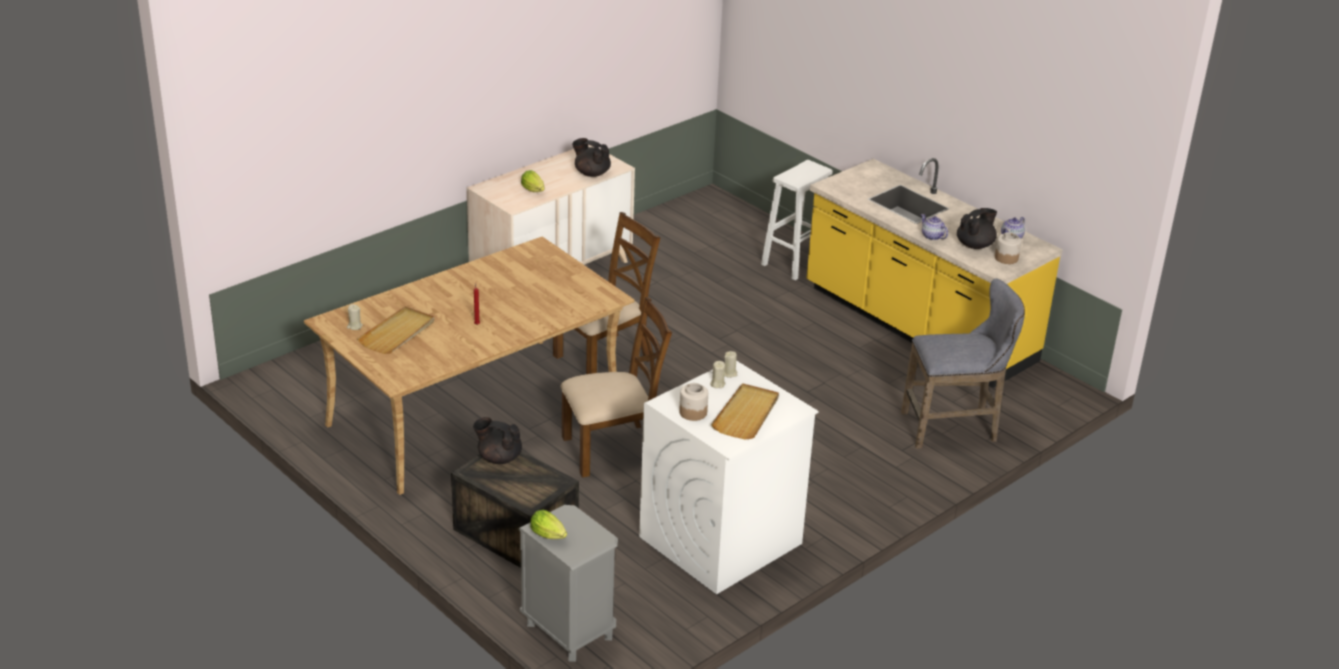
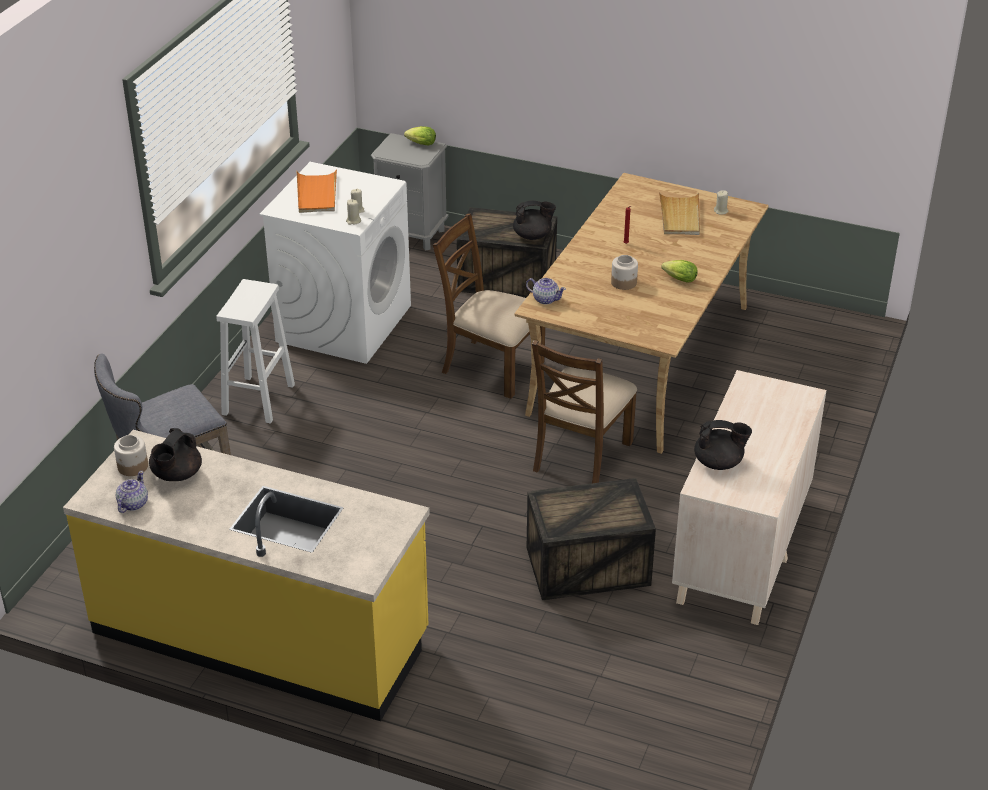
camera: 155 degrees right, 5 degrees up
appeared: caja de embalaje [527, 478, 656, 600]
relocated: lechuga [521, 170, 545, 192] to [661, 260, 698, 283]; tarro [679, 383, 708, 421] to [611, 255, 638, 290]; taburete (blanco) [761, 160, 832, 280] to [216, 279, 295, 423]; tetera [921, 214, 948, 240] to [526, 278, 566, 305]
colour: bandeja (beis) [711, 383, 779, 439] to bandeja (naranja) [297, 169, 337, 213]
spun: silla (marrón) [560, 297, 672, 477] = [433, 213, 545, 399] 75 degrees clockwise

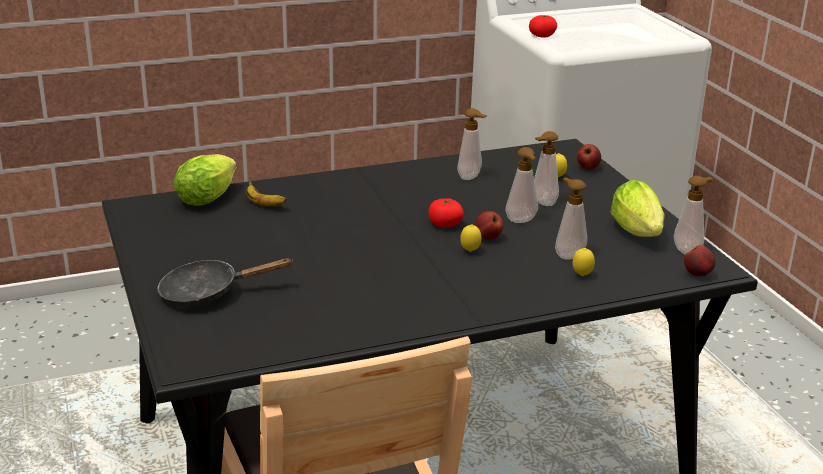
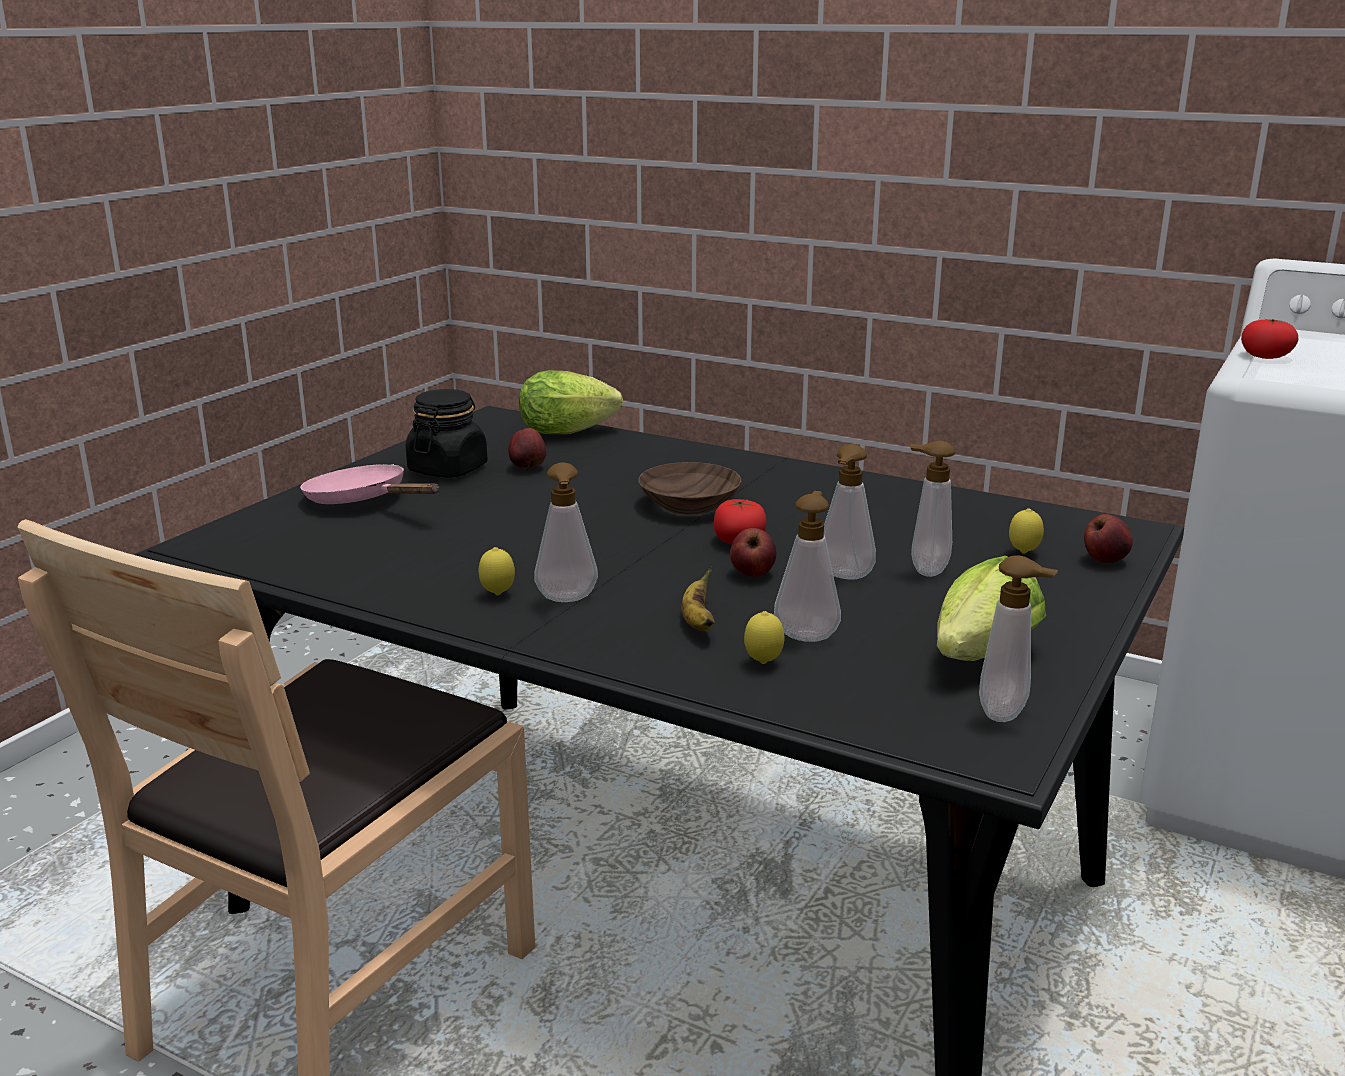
camera: 50 degrees right, 5 degrees down
appeared: tarro (negro) [405, 389, 488, 478]; cuenco (marrón) [638, 462, 741, 514]
relocated: plátano [246, 177, 287, 207] to [681, 566, 715, 631]; dispensador de jabón [457, 108, 487, 180] to [534, 462, 598, 602]; limón [460, 224, 482, 252] to [479, 547, 515, 595]; manzana [684, 245, 715, 277] to [508, 428, 546, 470]
colour: sartén (negro) [157, 258, 293, 307] to sartén (rosa) [300, 464, 439, 504]

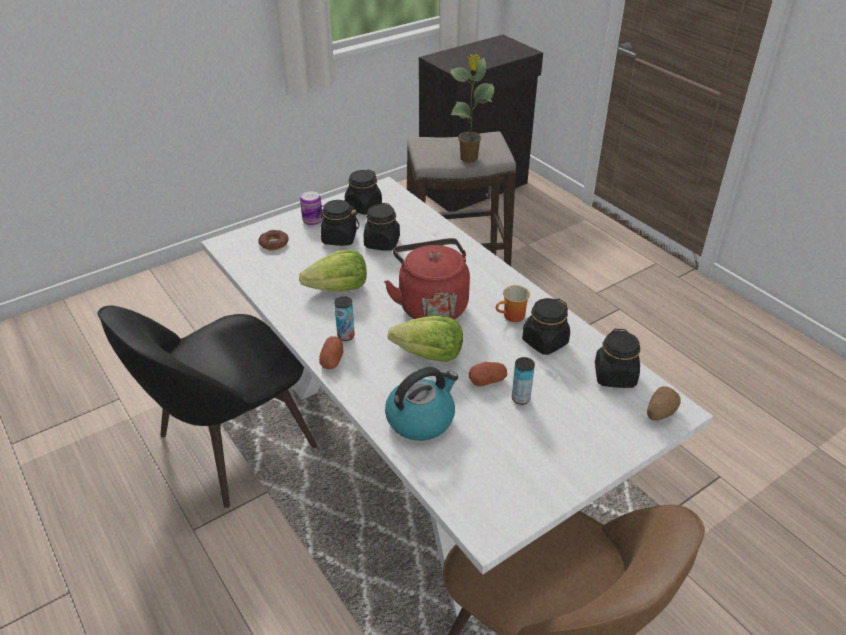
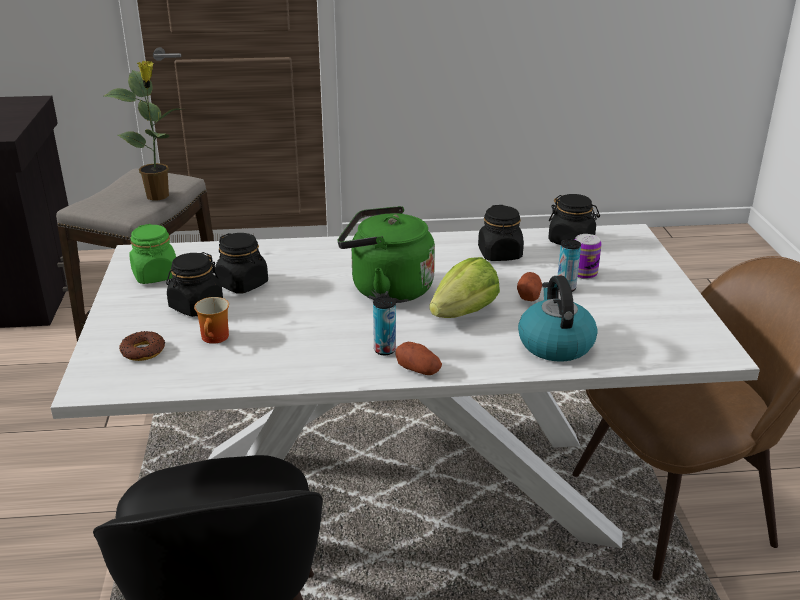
camera: 60 degrees left, 10 degrees down
missing: lechuga [299, 250, 367, 291]; patata [647, 386, 681, 421]
relocated: lata [300, 191, 323, 226] to [575, 234, 602, 279]; taza grande [496, 285, 530, 322] to [194, 297, 229, 344]
colour: tarro (negro) [345, 169, 382, 215] to tarro (verde) [129, 224, 176, 284]; hervidor (rojo) [384, 238, 470, 319] to hervidor (verde) [337, 206, 435, 303]

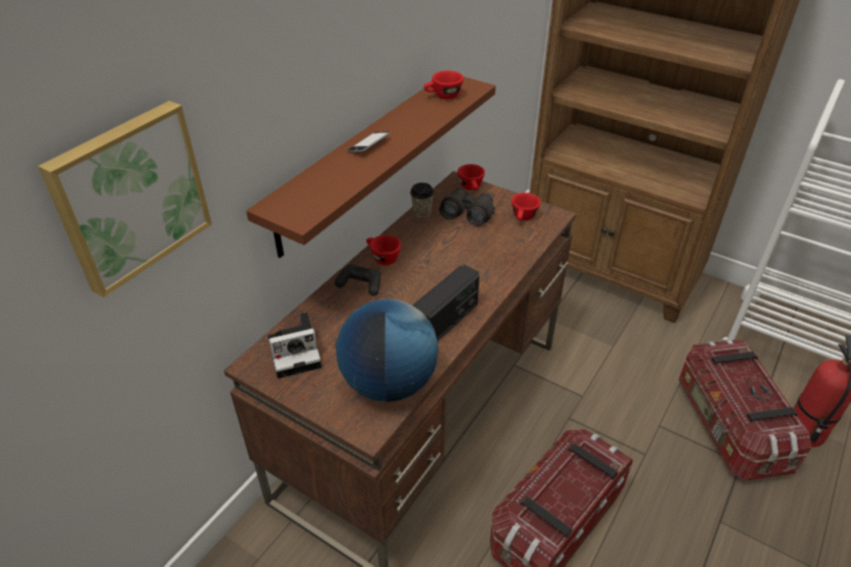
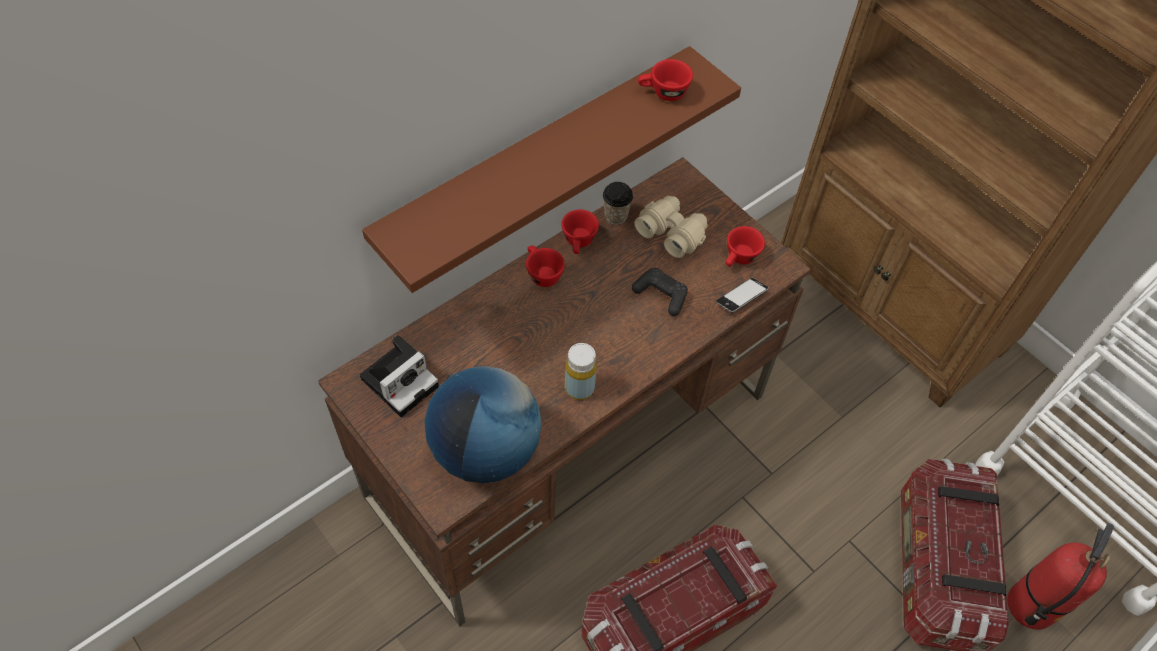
camera: 15 degrees right, 15 degrees up
missing: cuadro [38, 101, 212, 298]
relocated: mando de consola (negro) [335, 264, 381, 296] to [632, 268, 688, 316]; móvil [347, 132, 390, 152] to [716, 278, 768, 313]; taza (rojo) [458, 164, 485, 190] to [561, 210, 599, 254]
exchanged: radio [412, 265, 479, 341] to botella (amarillo) [565, 343, 597, 400]
colour: prismáticos (negro) [439, 188, 495, 226] to prismáticos (beis) [634, 196, 708, 258]
spun: cámara [268, 312, 322, 379] = [360, 335, 439, 417] 45 degrees counterclockwise

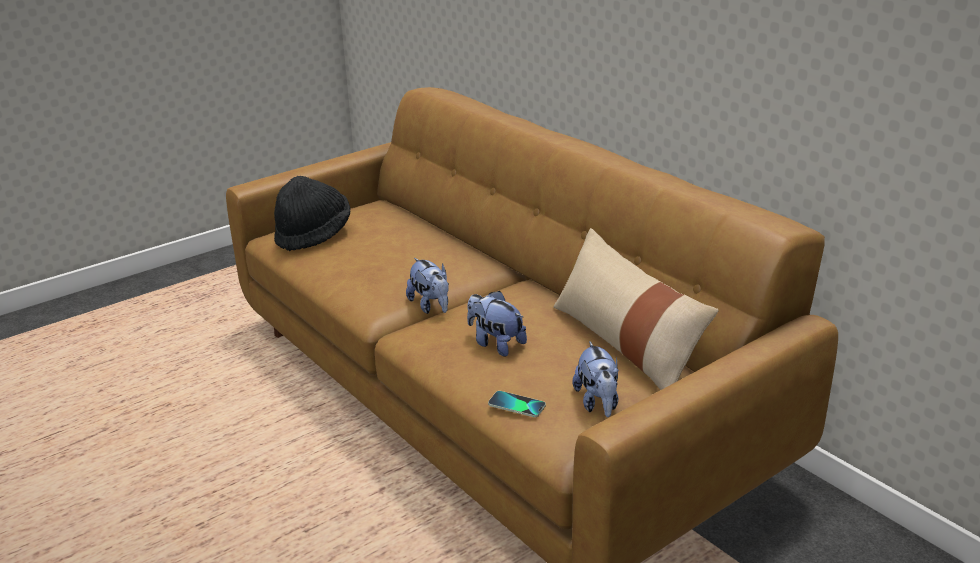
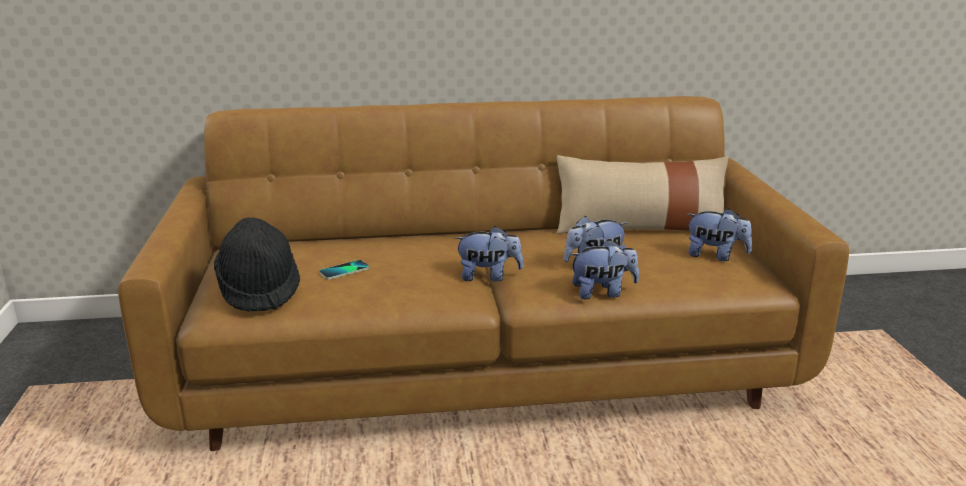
camera: 60 degrees left, 5 degrees down
appeared: peluche [569, 239, 639, 299]
relocated: móvil [488, 391, 546, 417] to [319, 260, 369, 280]

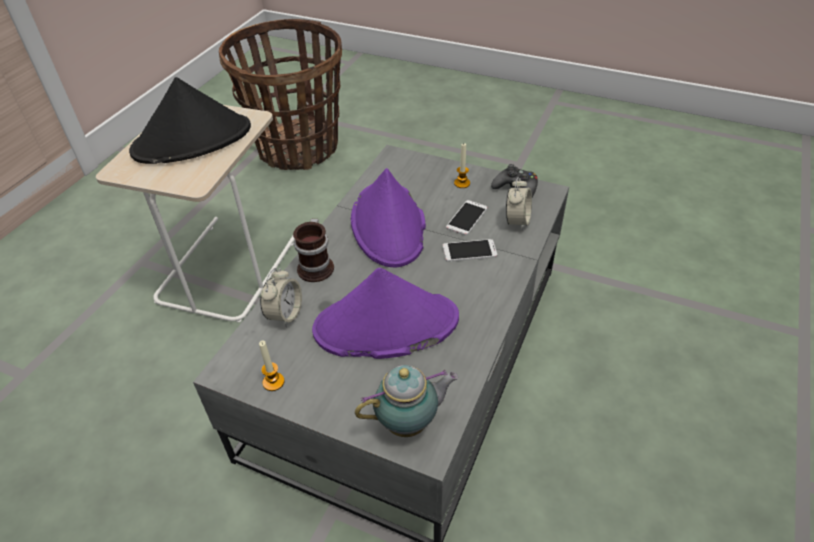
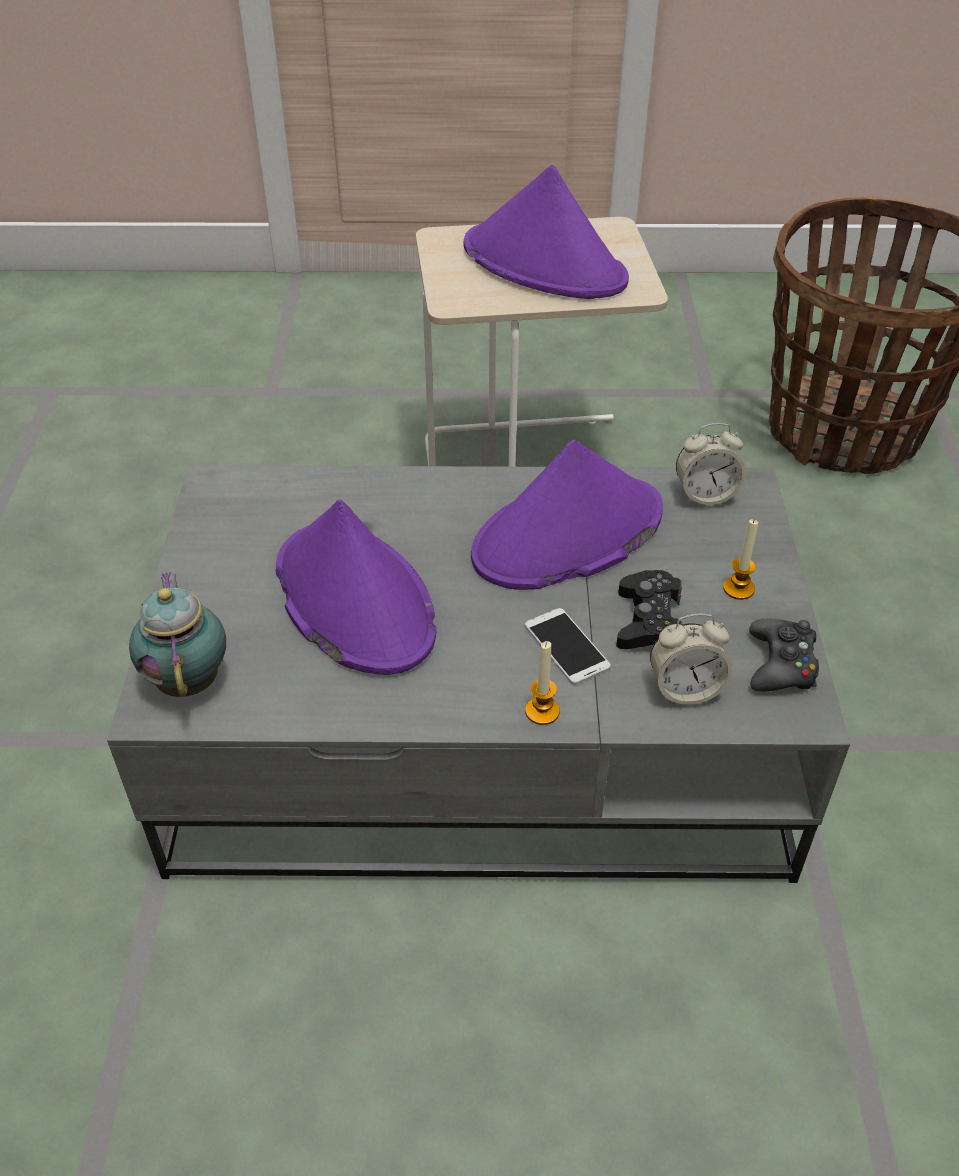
camera: 65 degrees right, 0 degrees up
missing: taza grande [293, 219, 334, 282]
relocated: vela [259, 340, 284, 391] to [525, 641, 560, 725]; despertador [260, 268, 302, 327] to [676, 423, 746, 505]
exchanged: móvil [446, 200, 487, 235] to mando de consola (negro) [616, 570, 683, 649]
colour: sombrero (negro) [129, 77, 251, 164] to sombrero (morado) [464, 165, 629, 299]
spun: tetera [355, 365, 458, 437] = [129, 572, 226, 697] 150 degrees counterclockwise

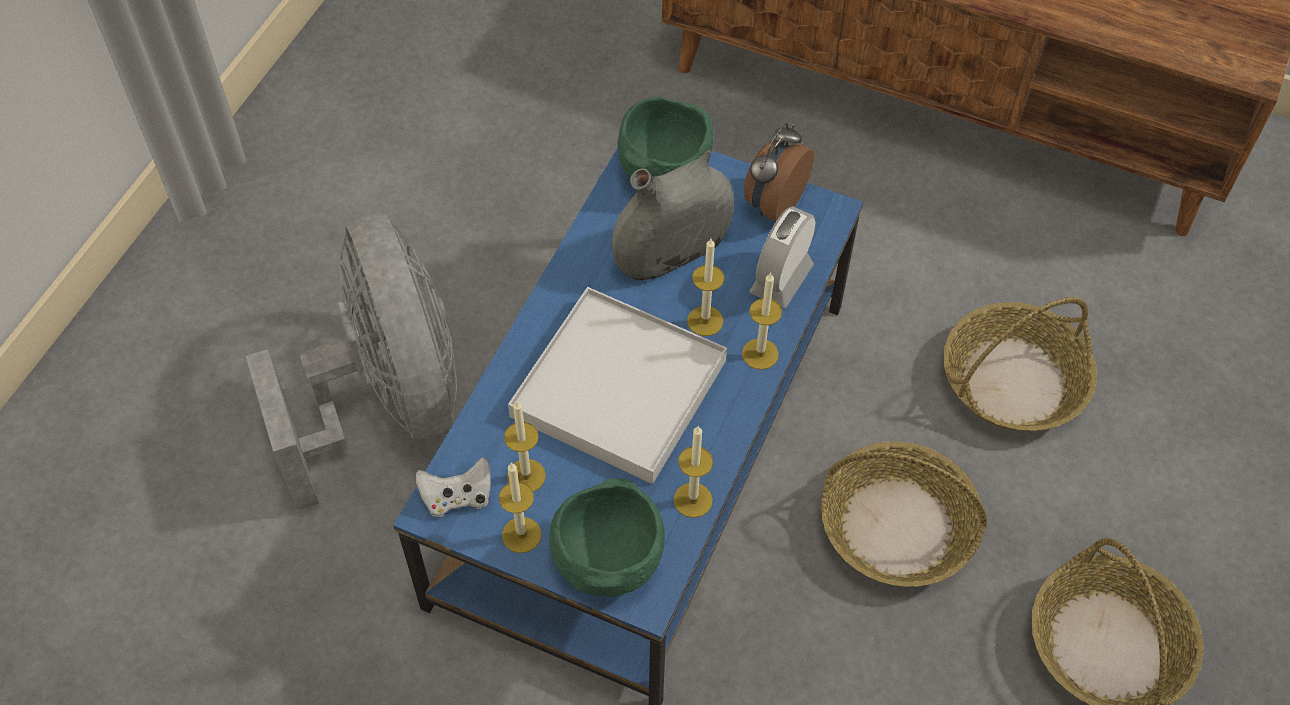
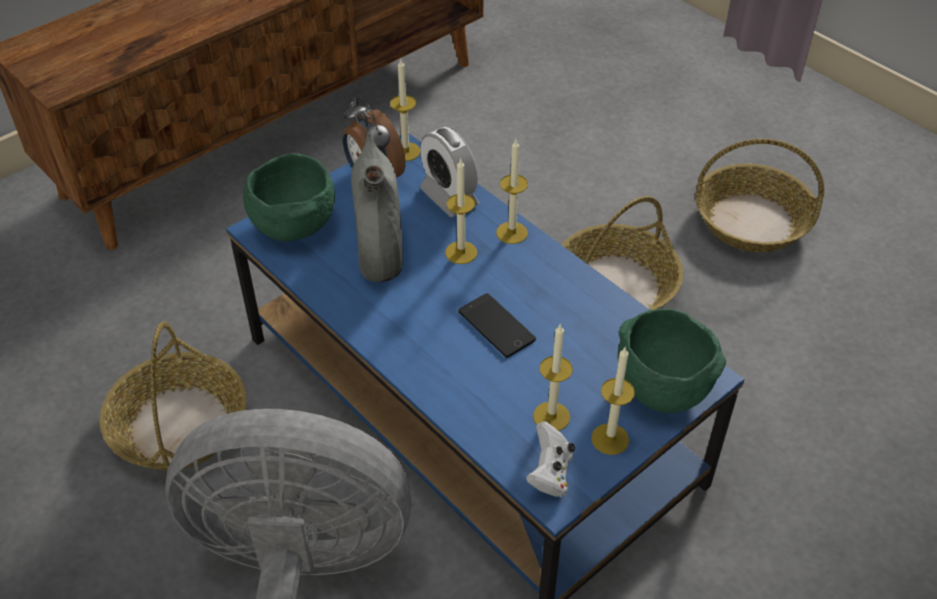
camera: 65 degrees left, 10 degrees down
relocated: vela [673, 426, 713, 518] to [390, 60, 420, 161]; cesta [943, 297, 1097, 431] to [99, 322, 247, 470]
exchanged: bandeja (blanco) [508, 287, 727, 484] to móvil [458, 293, 536, 358]

